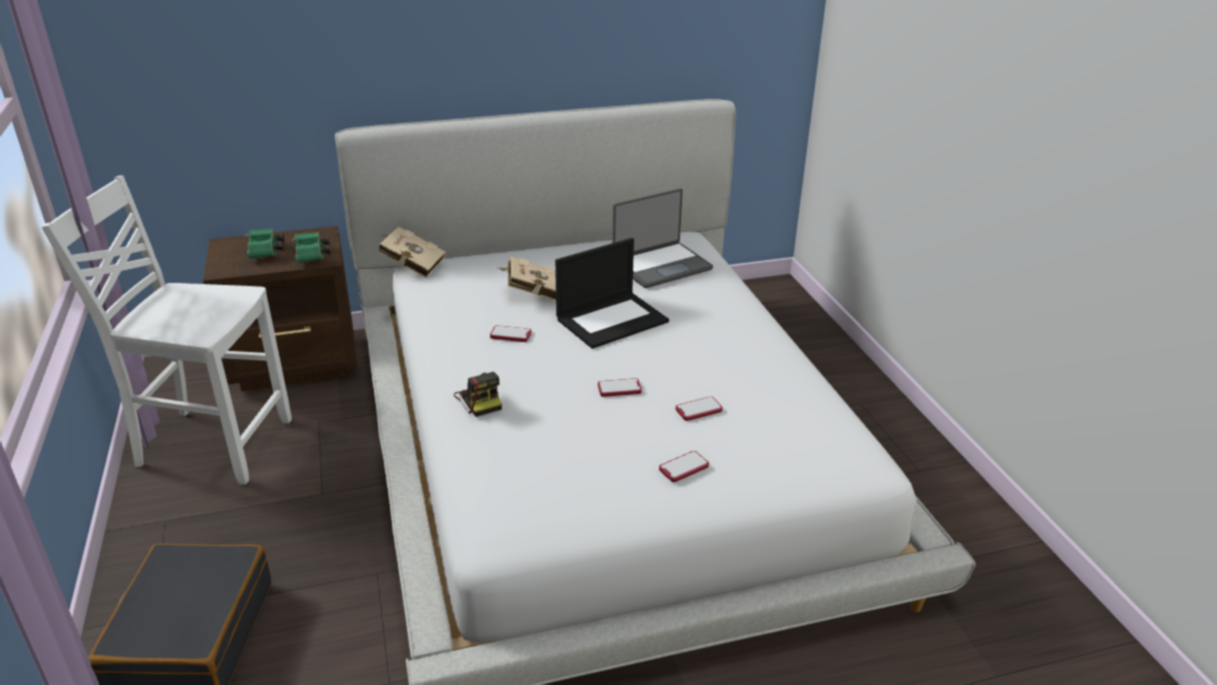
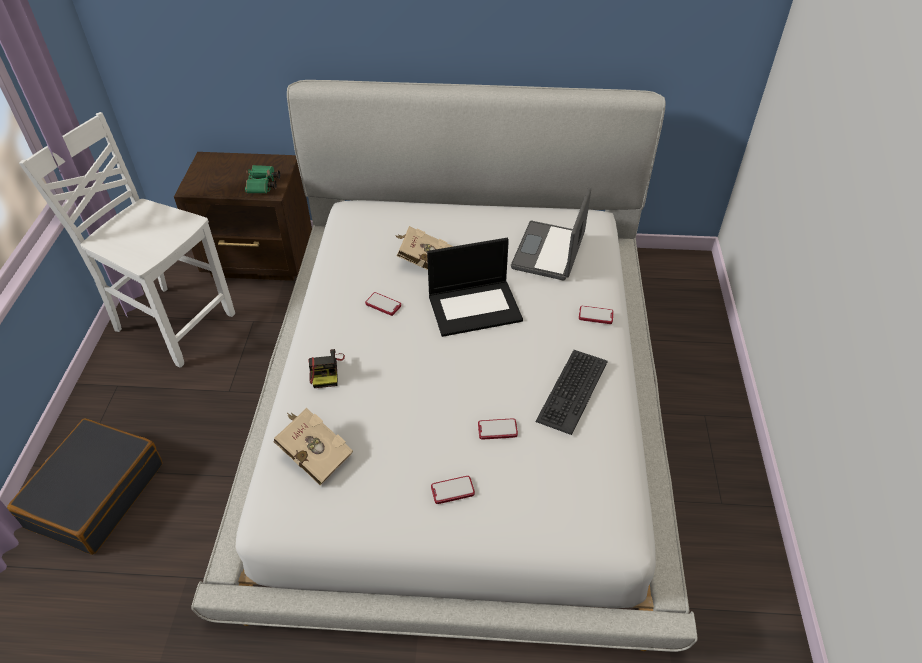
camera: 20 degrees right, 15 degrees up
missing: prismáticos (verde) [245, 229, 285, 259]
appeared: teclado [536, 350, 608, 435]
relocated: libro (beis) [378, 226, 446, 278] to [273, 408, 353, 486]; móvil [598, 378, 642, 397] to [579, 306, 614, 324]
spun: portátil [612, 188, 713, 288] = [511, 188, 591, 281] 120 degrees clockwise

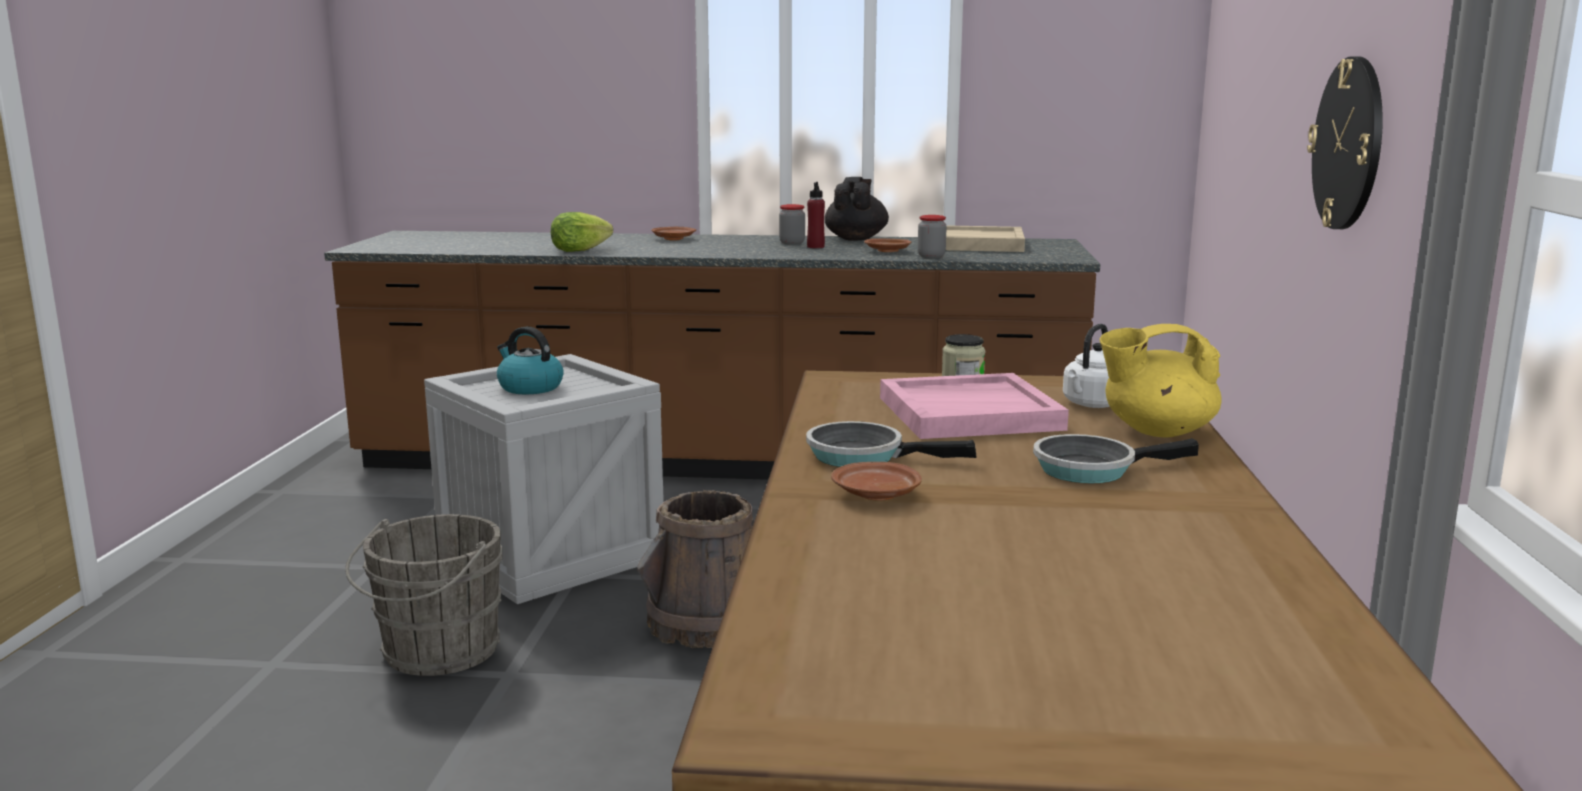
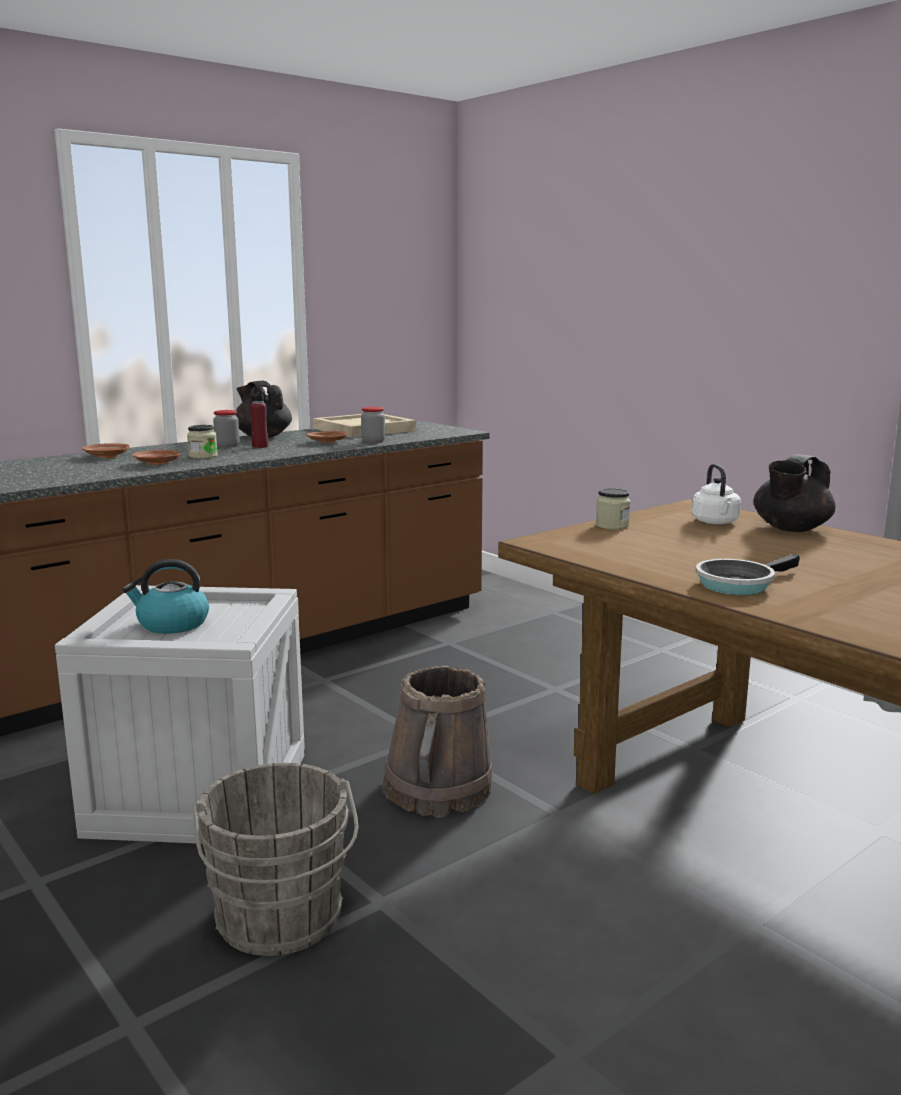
camera: 45 degrees left, 0 degrees up
missing: lechuga [551, 212, 613, 252]; bandeja (rosa) [880, 373, 1069, 439]; sartén [1033, 434, 1199, 483]; reloj de pared [1307, 56, 1383, 229]
appeared: tarro [187, 425, 218, 459]
relocated: plato (marrón) [831, 462, 922, 501] to [132, 450, 181, 465]
colour: tetera (amarillo) [1099, 324, 1222, 438] to tetera (negro) [753, 454, 835, 532]

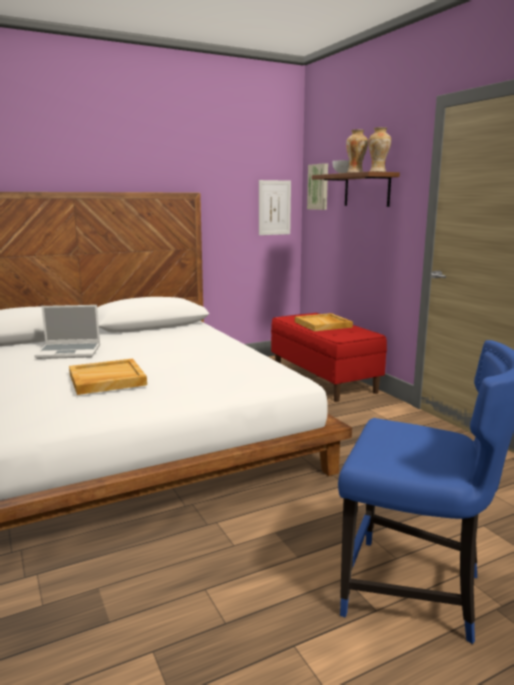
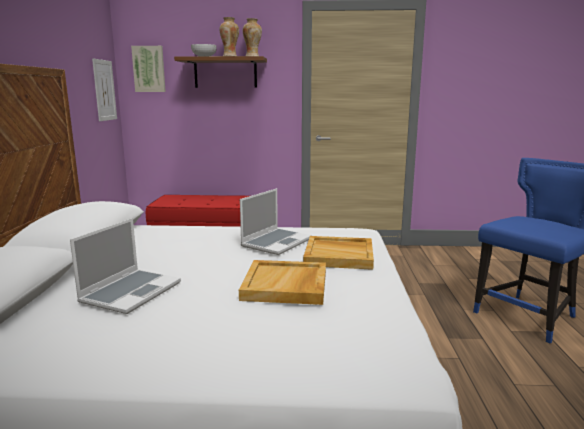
camera: 60 degrees left, 0 degrees up
appeared: portátil [240, 188, 312, 255]
relocated: bandeja (beis) [295, 313, 353, 331] to [303, 236, 374, 270]

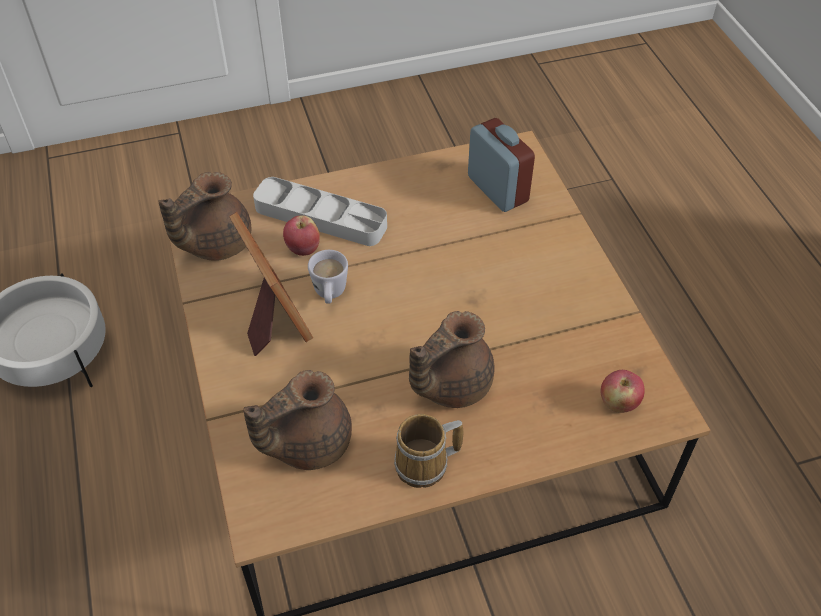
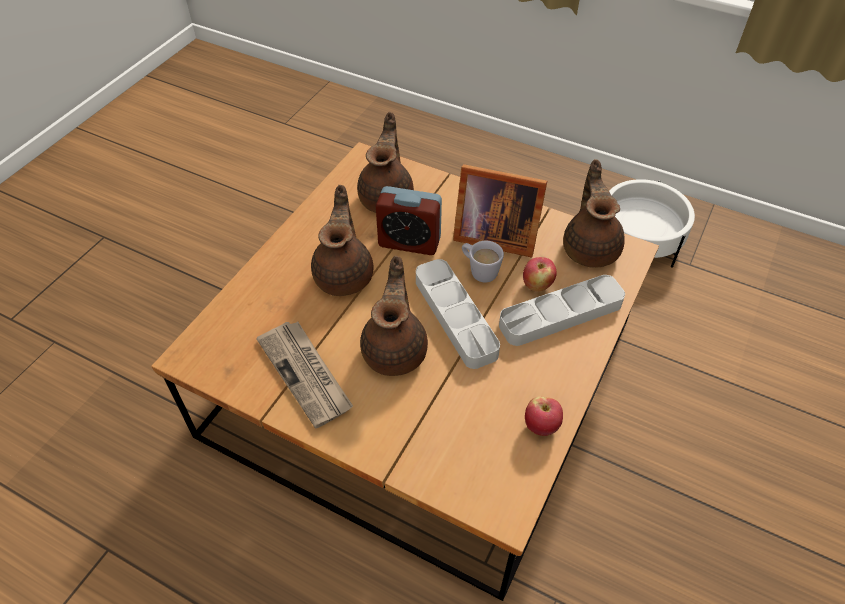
camera: 135 degrees right, 0 degrees up
missing: taza grande [394, 414, 463, 488]
appeared: periódico [256, 322, 353, 429]; tetera (marrón) [360, 256, 428, 376]; bandeja (gris) [416, 259, 500, 369]
relocated: despertador [468, 118, 535, 212] to [376, 186, 442, 255]; manzana [601, 370, 645, 413] to [525, 397, 563, 436]

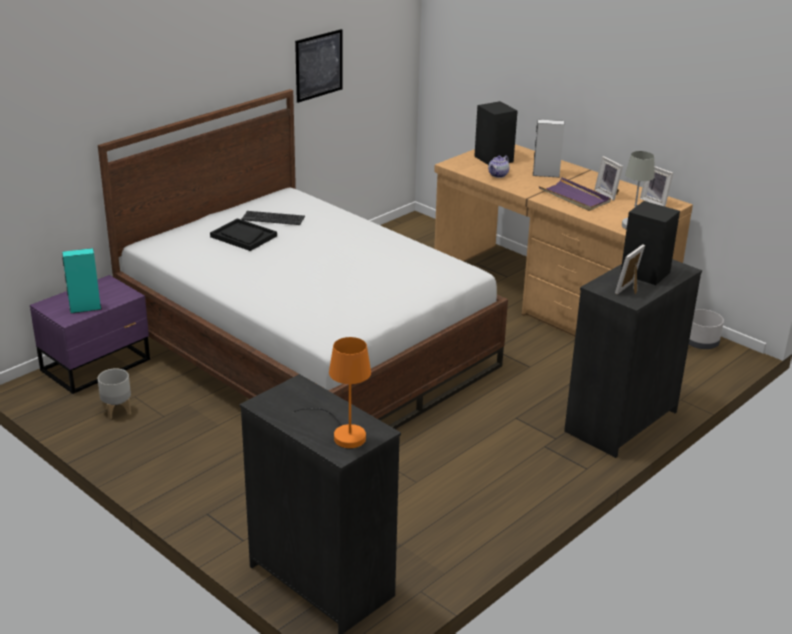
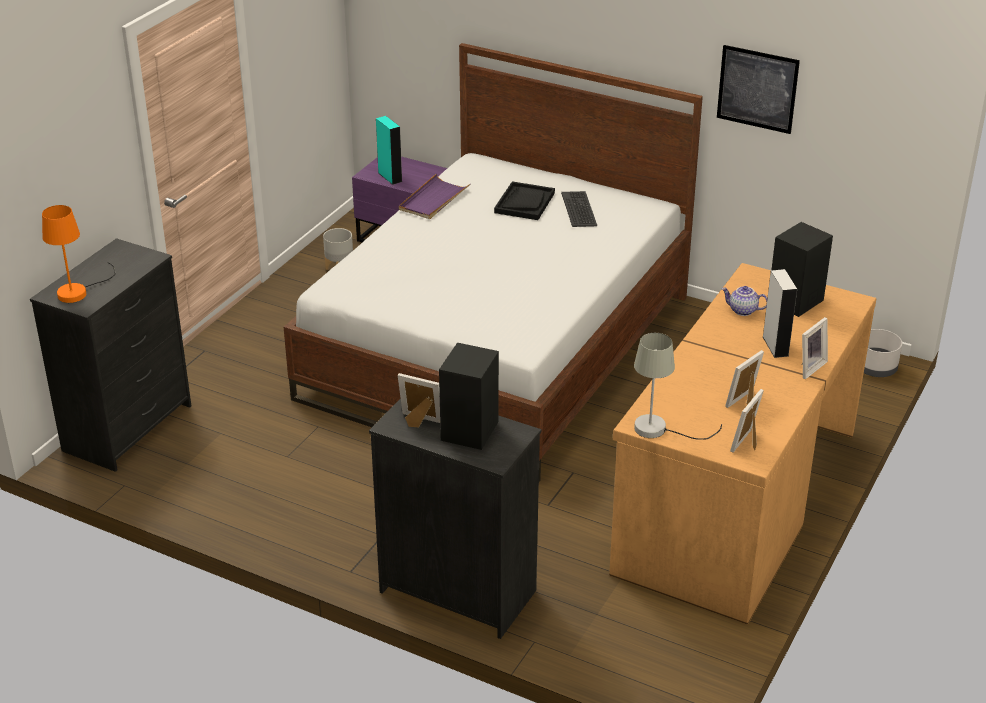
camera: 75 degrees right, 5 degrees up
appeared: portarretratos [801, 317, 828, 379]
relocated: bandeja (morado) [539, 177, 611, 211] to [399, 174, 470, 219]; maceta (gris) [689, 309, 724, 349] to [864, 329, 902, 377]

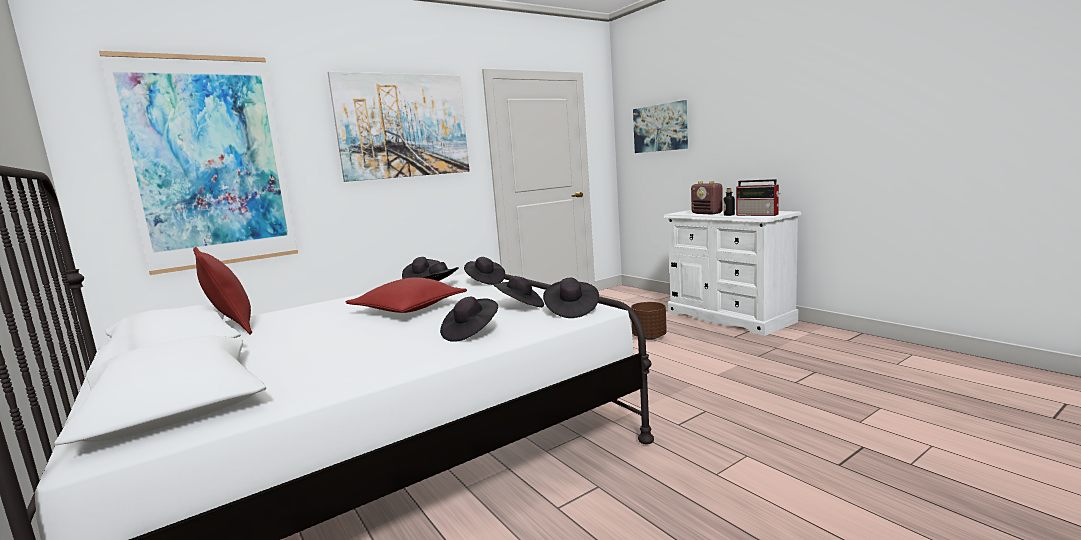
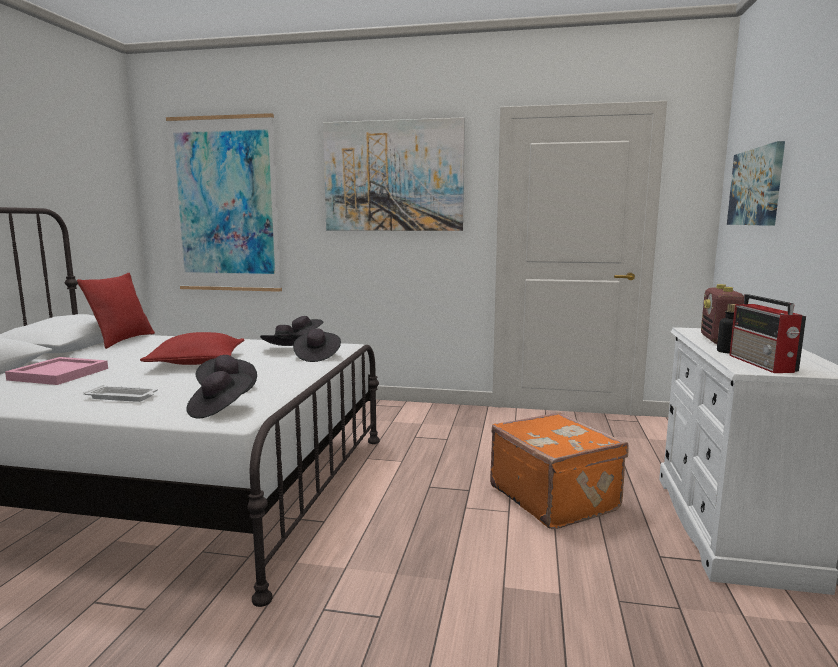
camera: 45 degrees right, 0 degrees up
appeared: bandeja (rosa) [5, 357, 108, 385]
exchanged: sombrero (negro) [440, 297, 498, 342] to bandeja (blanco) [83, 385, 158, 402]; maceta (marrón) [631, 302, 667, 340] to maleta (naranja) [490, 412, 629, 529]

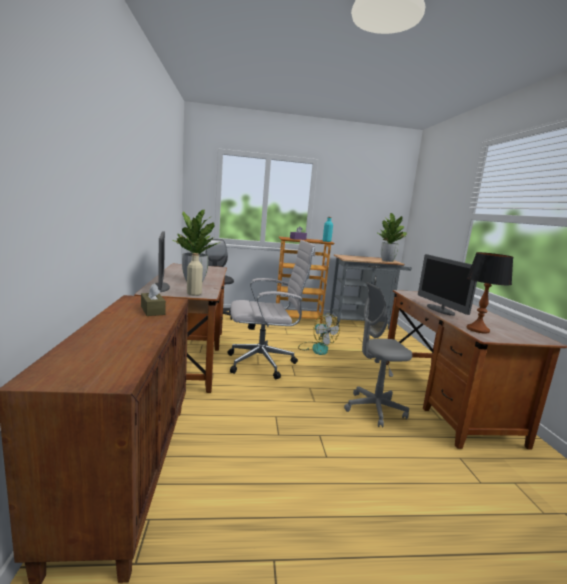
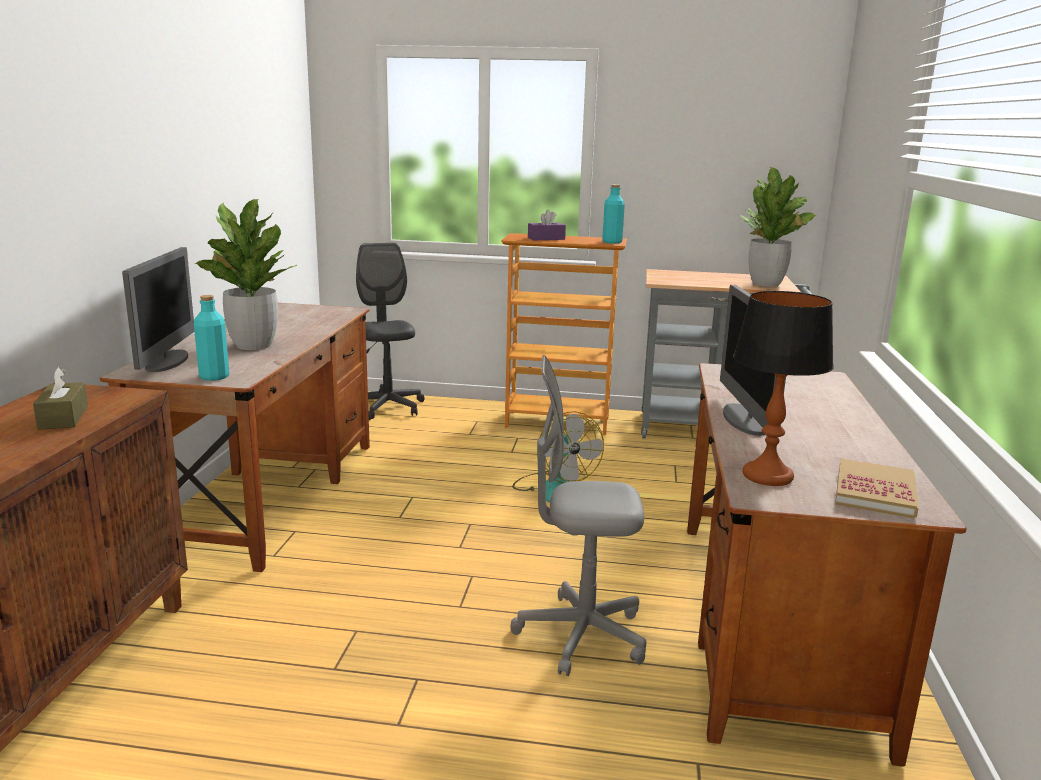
camera: 15 degrees right, 5 degrees up
missing: silla de oficina (blanco) [227, 240, 315, 379]
appeared: libro [835, 458, 919, 519]
colour: botella (beis) [187, 253, 203, 296] to botella (turquesa) [194, 295, 229, 381]

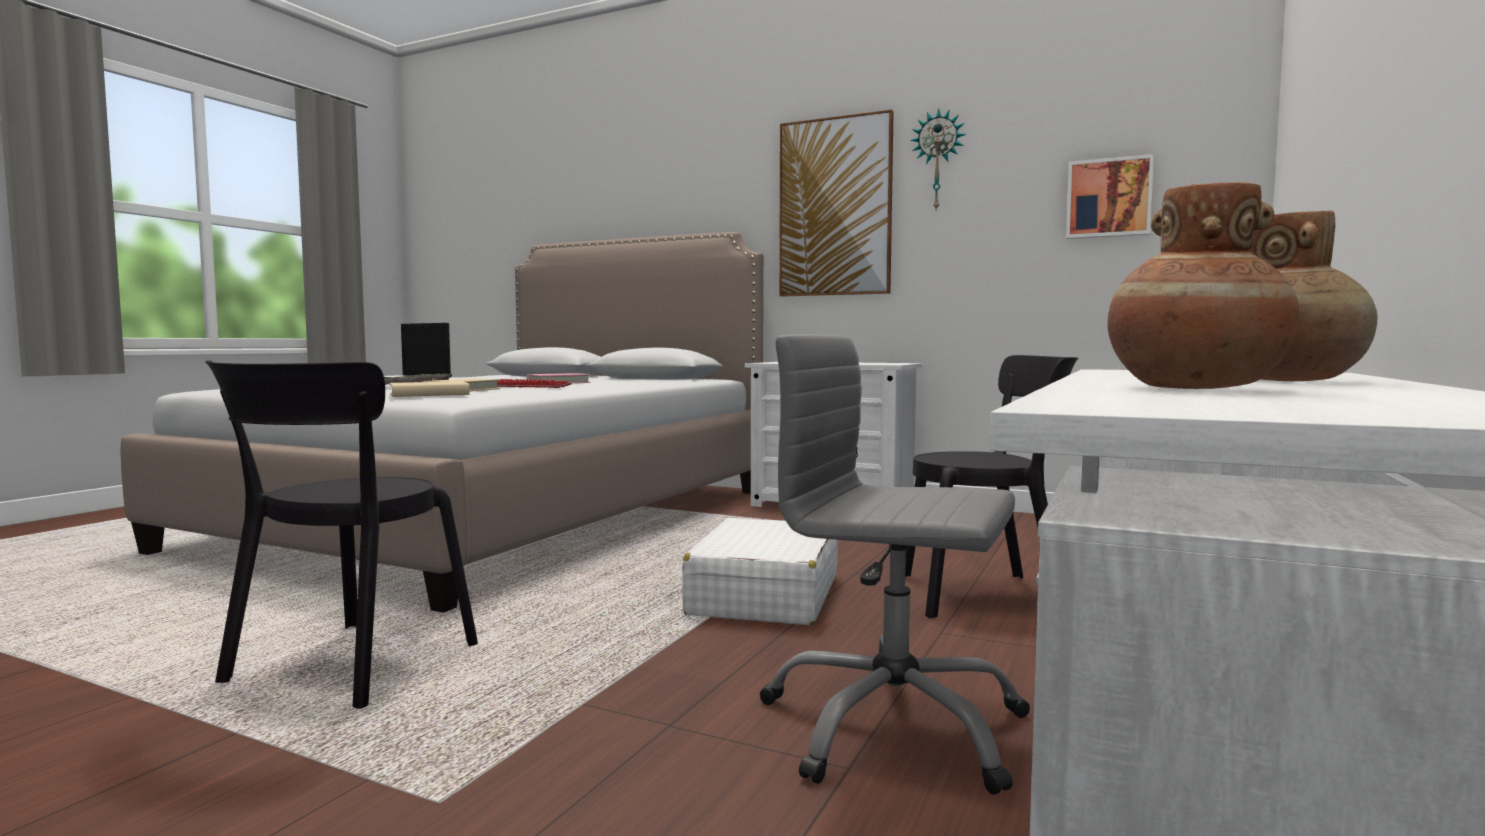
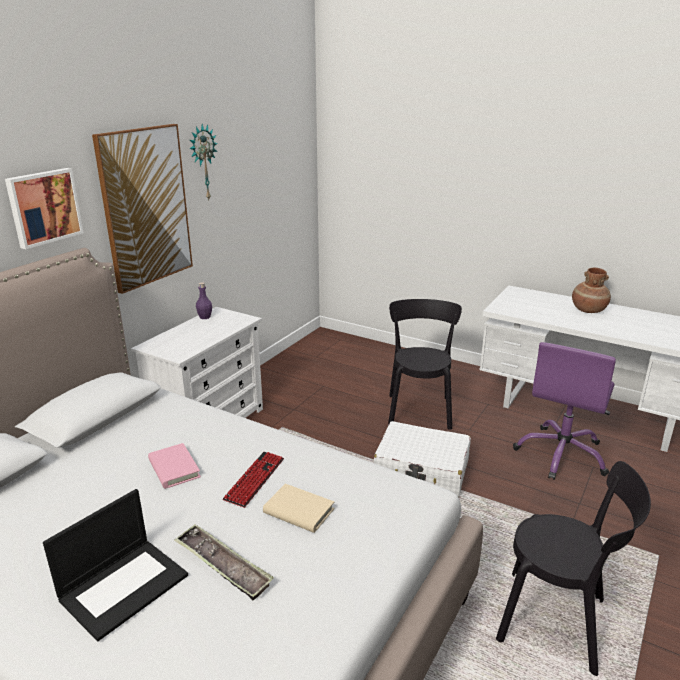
camera: 85 degrees left, 20 degrees up
missing: libro (beis) [390, 381, 470, 397]; florero (marrón) [1107, 182, 1299, 389]
appeared: botella (morado) [196, 282, 212, 319]
relocated: cuadro [1066, 154, 1154, 239] to [5, 168, 84, 249]
colour: silla de oficina (gris) [759, 334, 1030, 795] to silla de oficina (morado) [513, 342, 616, 480]

